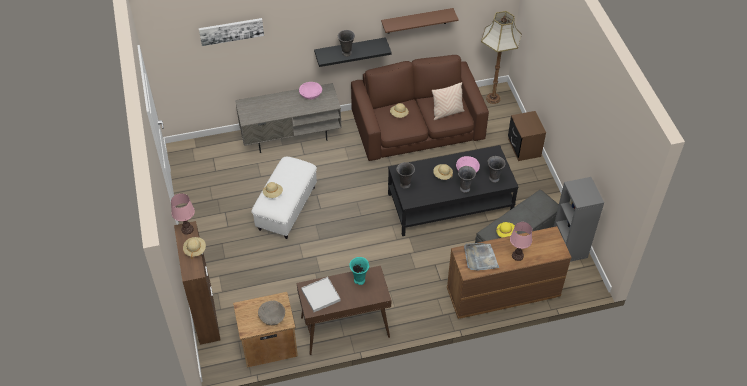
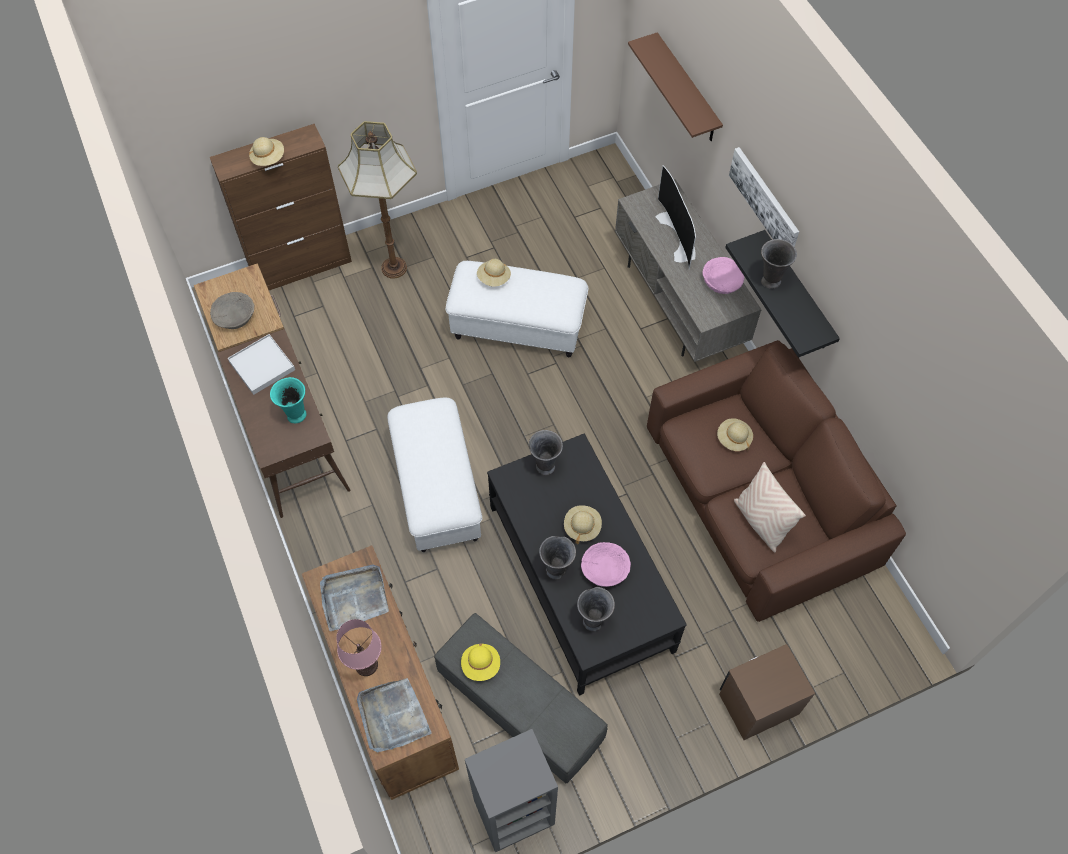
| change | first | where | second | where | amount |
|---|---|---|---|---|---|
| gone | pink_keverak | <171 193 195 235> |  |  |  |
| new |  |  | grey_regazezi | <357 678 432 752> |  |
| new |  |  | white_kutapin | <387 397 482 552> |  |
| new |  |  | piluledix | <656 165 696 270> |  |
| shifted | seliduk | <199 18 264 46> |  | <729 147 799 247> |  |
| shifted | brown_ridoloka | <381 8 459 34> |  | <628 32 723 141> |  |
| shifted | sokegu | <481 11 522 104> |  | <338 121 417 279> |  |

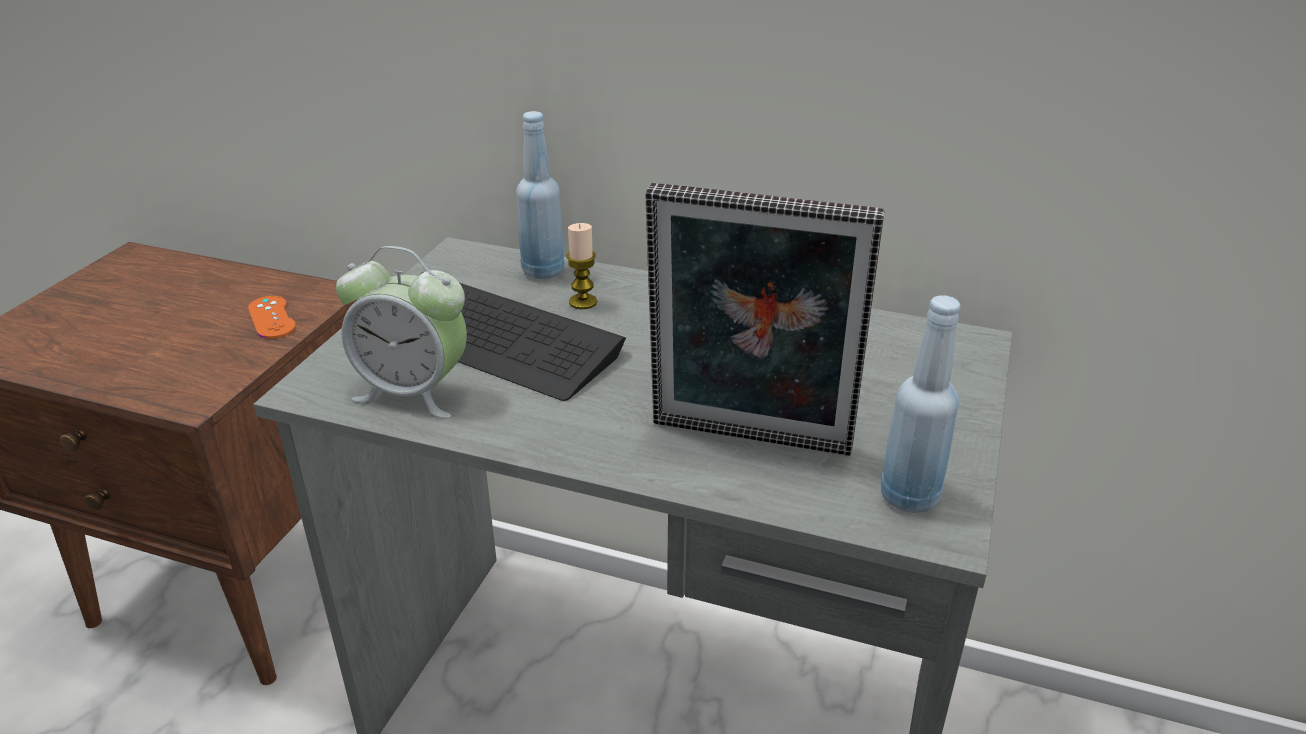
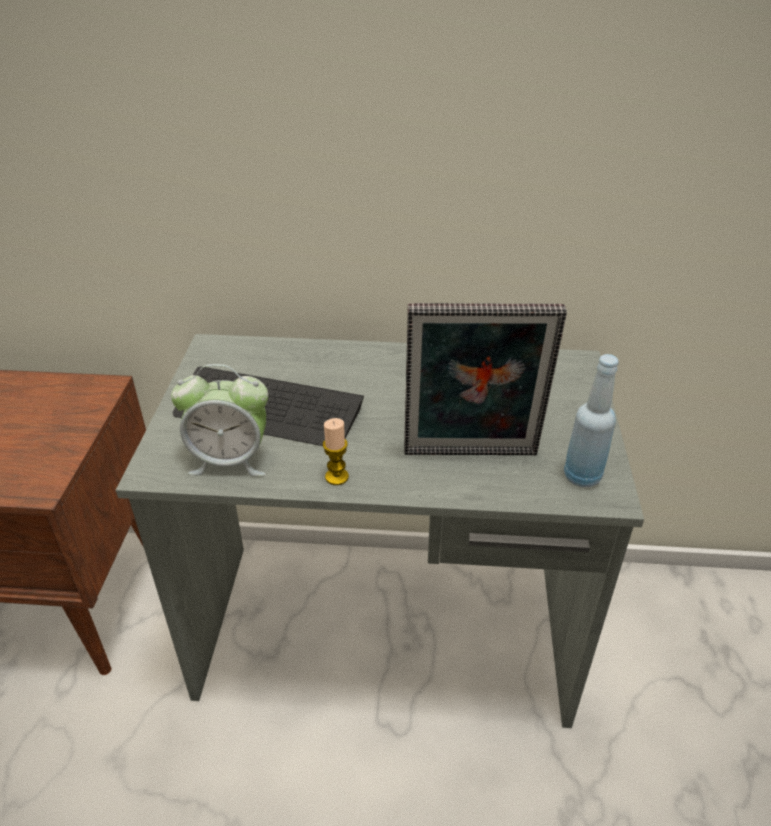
| change | first | where | second | where | amount |
|---|---|---|---|---|---|
| gone | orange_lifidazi | <248 296 296 339> |  |  |  |
| gone | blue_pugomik | <516 111 564 279> |  |  |  |
| shifted | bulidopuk | <566 223 597 309> |  | <323 418 349 485> |  |

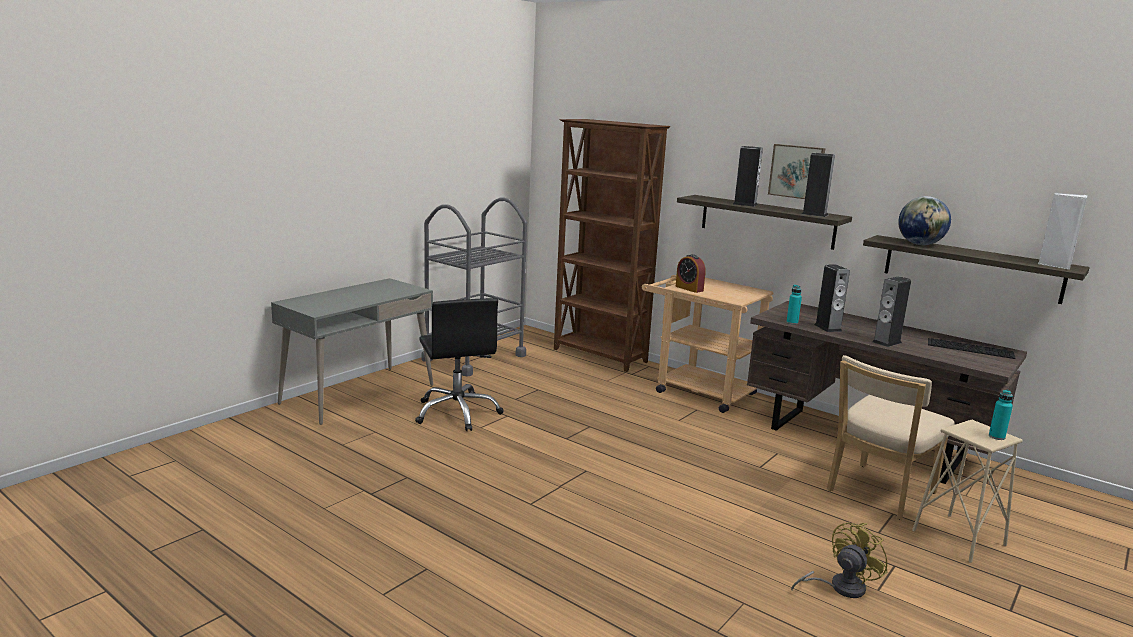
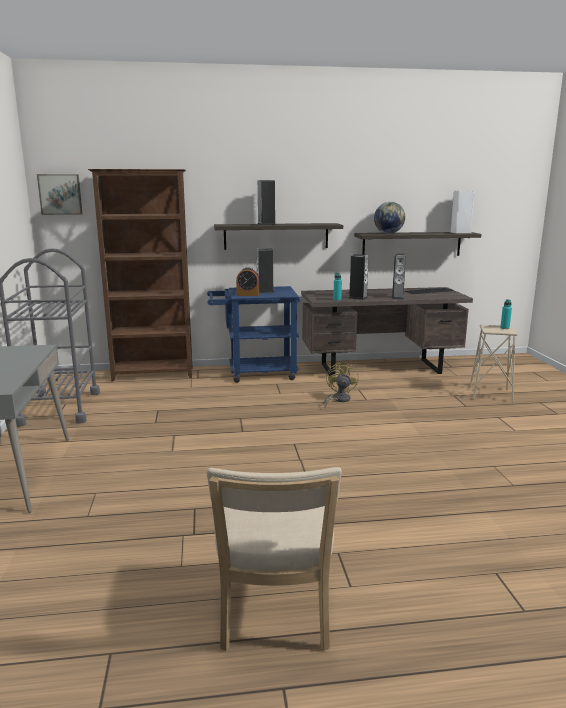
| change | first | where | second | where | amount |
|---|---|---|---|---|---|
| gone | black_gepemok | <415 298 504 431> |  |  |  |
| shifted | seliduk | <768 144 826 199> |  | <37 174 82 215> |  |
| shifted | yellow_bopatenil | <791 522 887 598> |  | <323 361 359 409> |  |
| shifted | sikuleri | <802 153 835 217> |  | <256 248 275 293> |  |
| shifted | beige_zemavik | <827 355 955 520> |  | <206 467 342 651> |  |
| repainted | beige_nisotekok | <642 275 774 413> | blue_nisotekok | <207 286 300 383> |  |

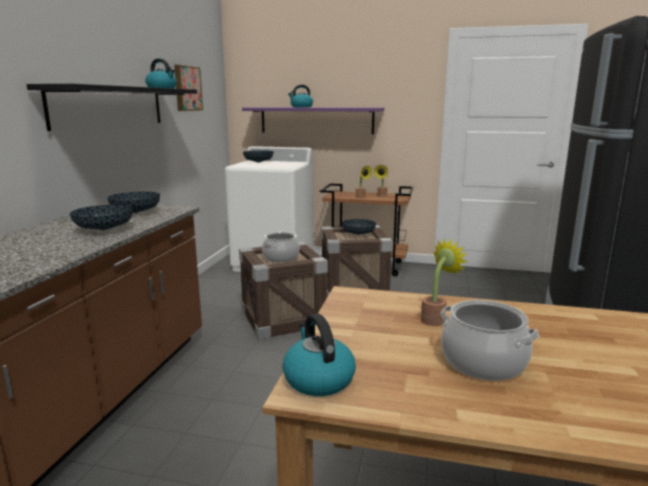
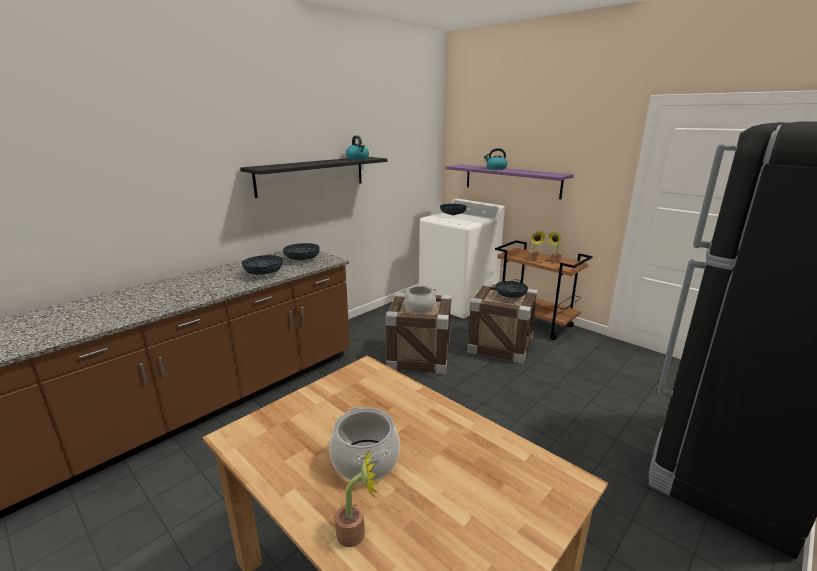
| change | first | where | second | where | amount |
|---|---|---|---|---|---|
| gone | seliduk | <174 65 203 111> |  |  |  |
| gone | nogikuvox | <282 314 356 396> |  |  |  |
| shifted | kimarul | <421 239 468 326> |  | <335 449 378 547> |  |

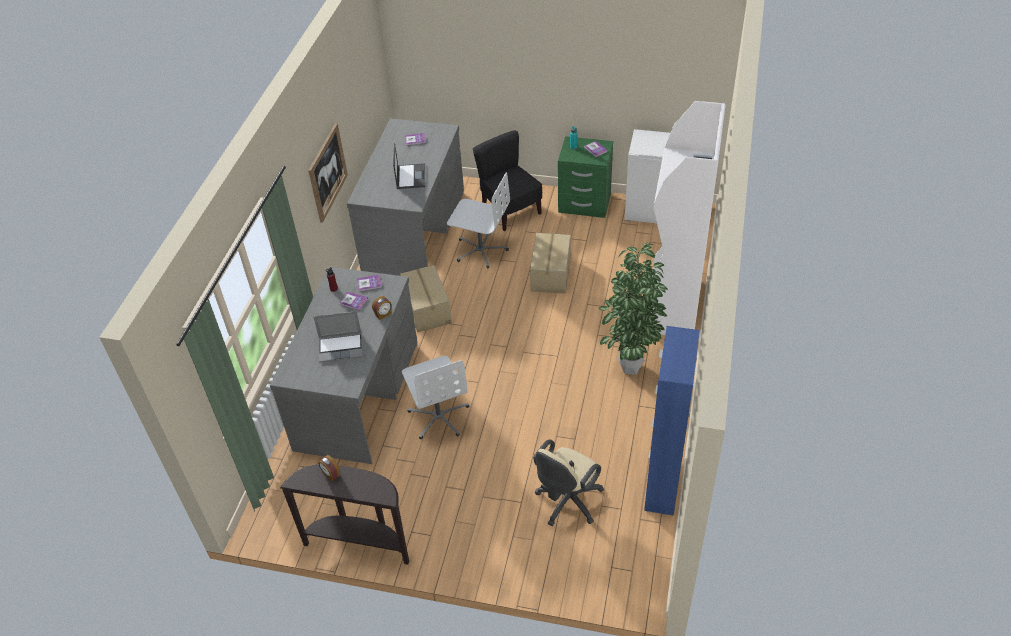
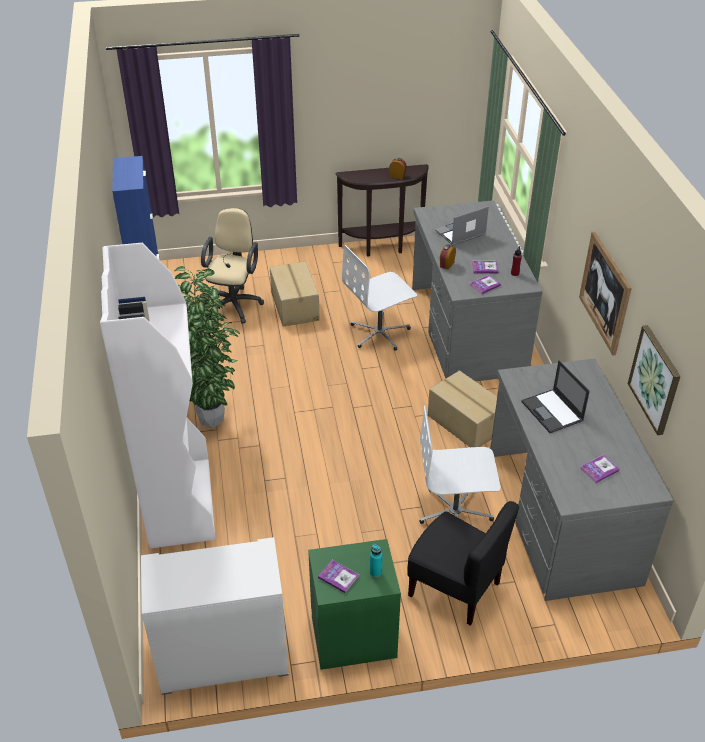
| change | first | where | second | where | amount |
|---|---|---|---|---|---|
| new |  |  | seliduk | <628 325 680 435> |  |
| shifted | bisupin | <530 233 571 294> |  | <270 262 320 326> |  |
| rotated | white_gepemok | <402 356 469 439> |  | <342 245 417 351> | 75 degrees counterclockwise |

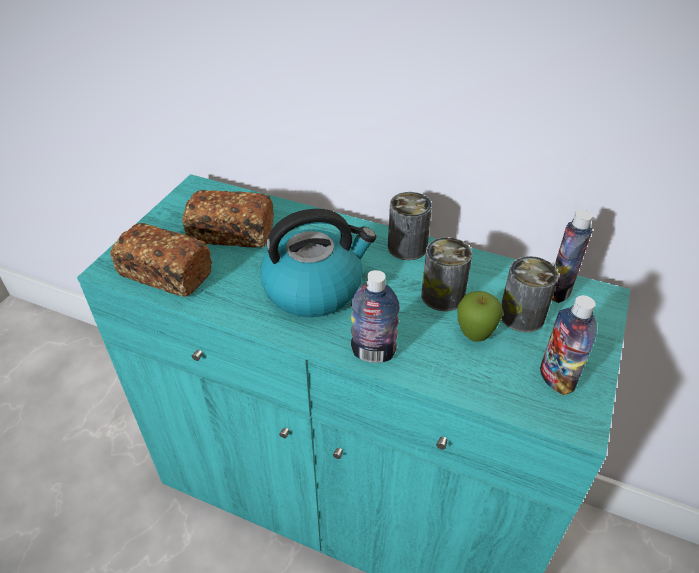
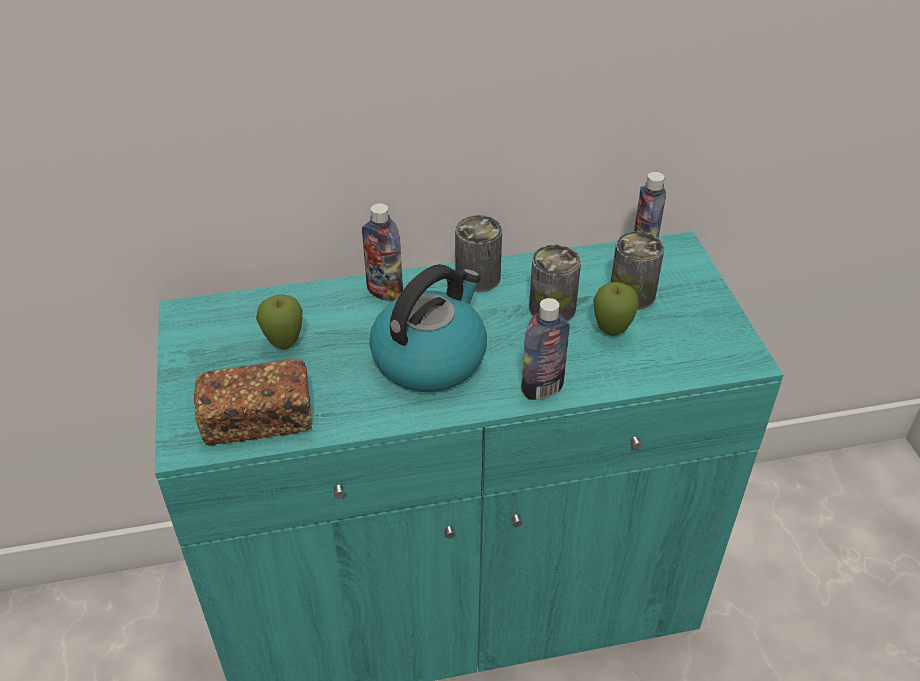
| change | first | where | second | where | amount |
|---|---|---|---|---|---|
| shifted | pugomik | <540 295 597 395> |  | <362 203 403 301> |  |
| swapped | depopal | <182 190 274 248> | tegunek | <256 295 303 349> |  |

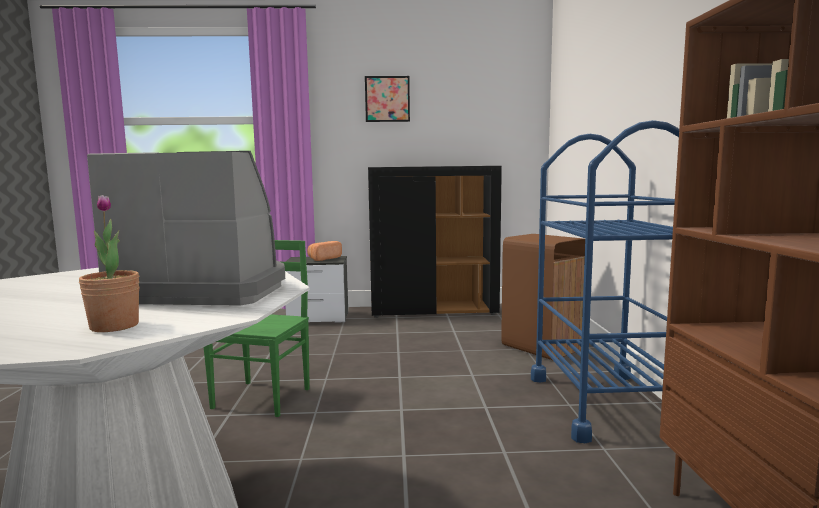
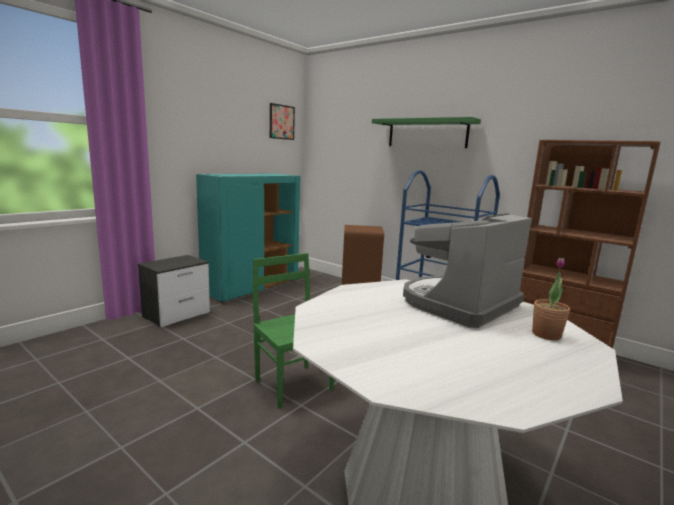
| change | first | where | second | where | amount |
|---|---|---|---|---|---|
| gone | depopal | <307 241 342 261> |  |  |  |
| new |  |  | green_ridoloka | <372 117 481 148> |  |
| shifted | seliduk | <365 76 410 122> |  | <270 103 295 140> |  |
| repainted | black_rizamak | <368 166 502 318> | turquoise_rizamak | <196 174 300 303> |  |

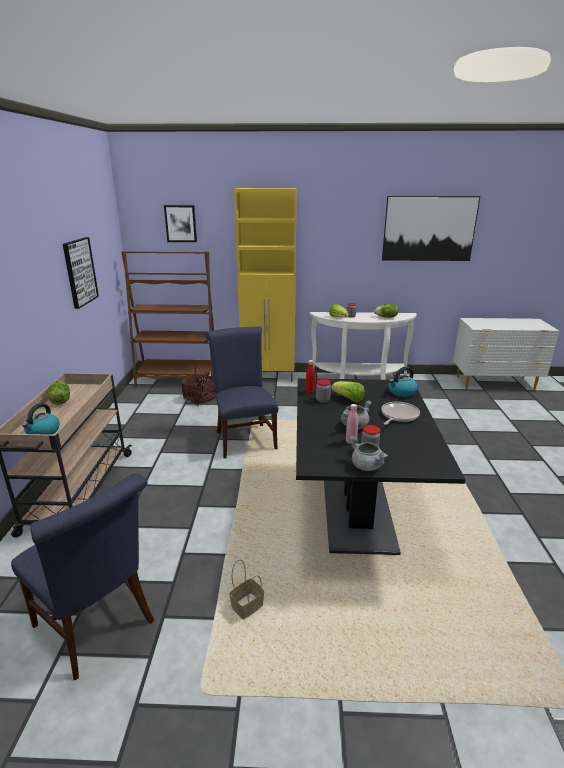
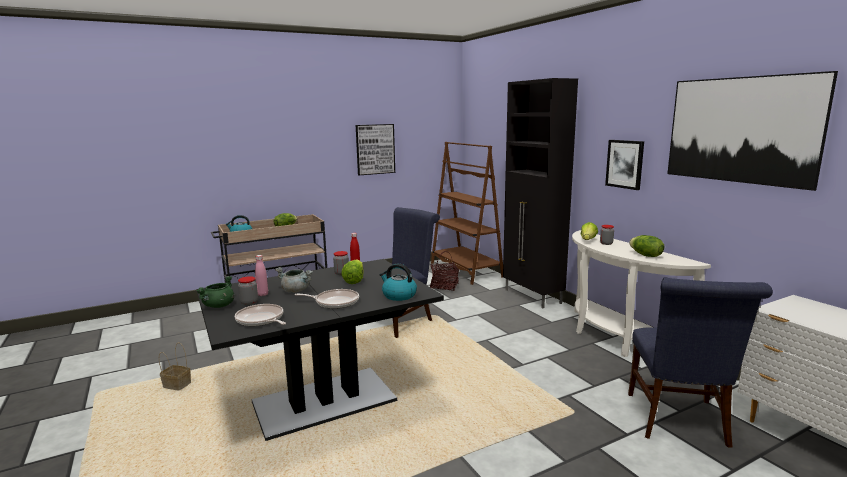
| change | first | where | second | where | amount |
|---|---|---|---|---|---|
| new |  |  | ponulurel | <235 304 286 326> |  |
| shifted | blue_zemavik | <11 473 154 680> |  | <628 278 773 448> |  |
| shifted | seliduk | <164 205 197 242> |  | <605 140 644 190> |  |
| repainted | yellow_rizamak | <234 188 297 382> | black_rizamak | <503 78 578 308> |  |
| repainted | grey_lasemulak | <349 436 388 471> | green_lasemulak | <196 276 234 308> |  |

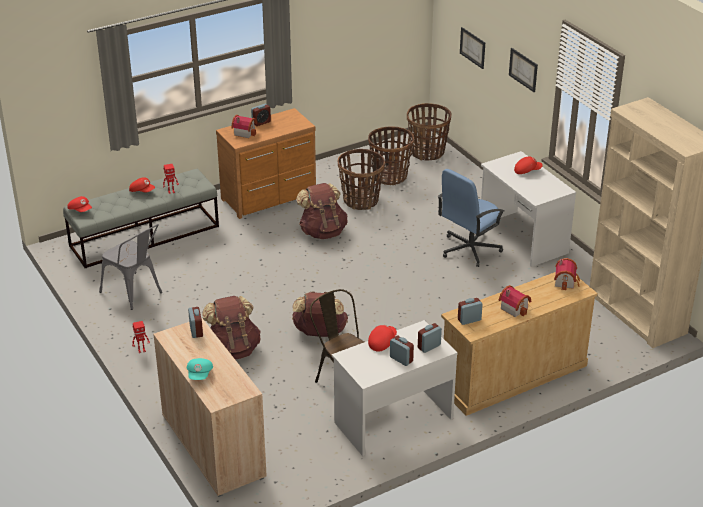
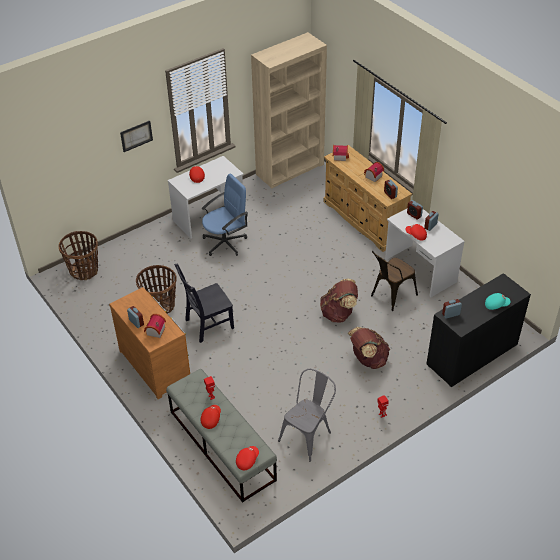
| change | first | where | second | where | amount |
|---|---|---|---|---|---|
| gone | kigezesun | <368 127 414 185> |  |  |  |
| gone | seliduk | <460 27 485 69> |  |  |  |
| swapped | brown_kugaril | <296 183 348 239> | black_zemavik | <174 263 234 343> |  |
| repainted | beige_rizamak | <153 317 267 497> | black_rizamak | <426 273 531 388> |  |
| rotated | blue_gepemok | <438 169 504 267> |  | <202 174 248 256> | 75 degrees counterclockwise |

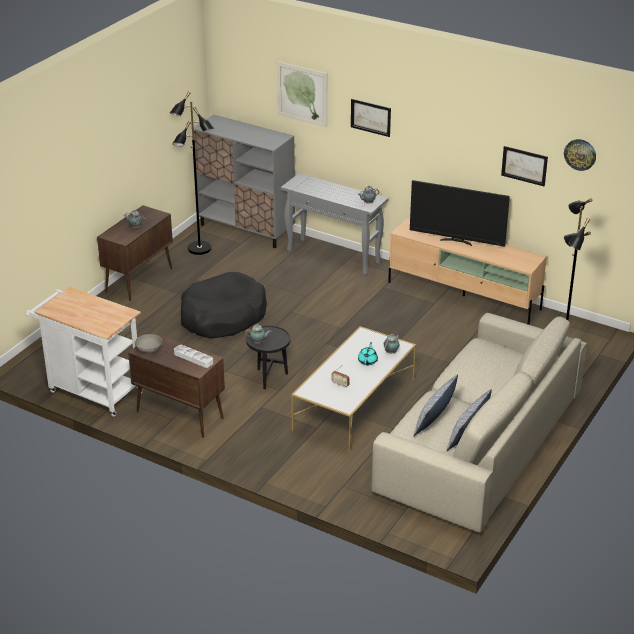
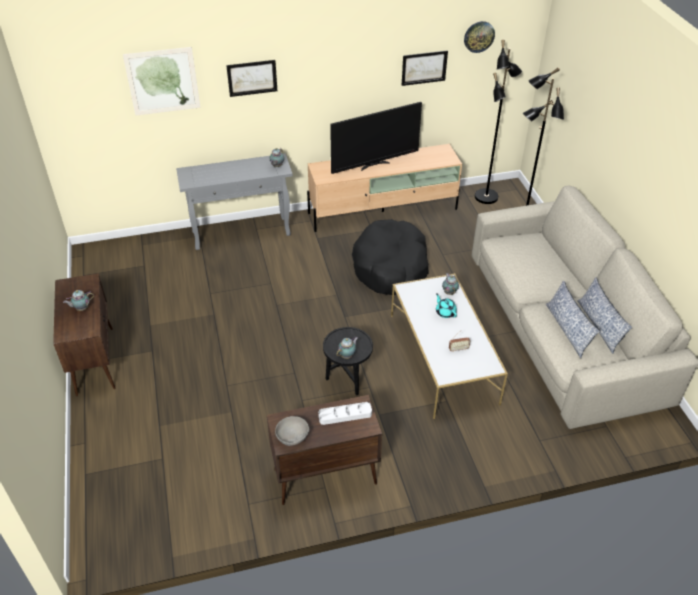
| change | first | where | second | where | amount |
|---|---|---|---|---|---|
| gone | white_nisotekok | <26 287 143 417> |  |  |  |
| gone | grey_rizamak | <194 114 295 248> |  |  |  |
| shifted | black_sokegu | <170 91 214 255> |  | <475 40 522 204> |  |
| shifted | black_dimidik | <181 272 267 338> |  | <352 219 429 295> |  |

